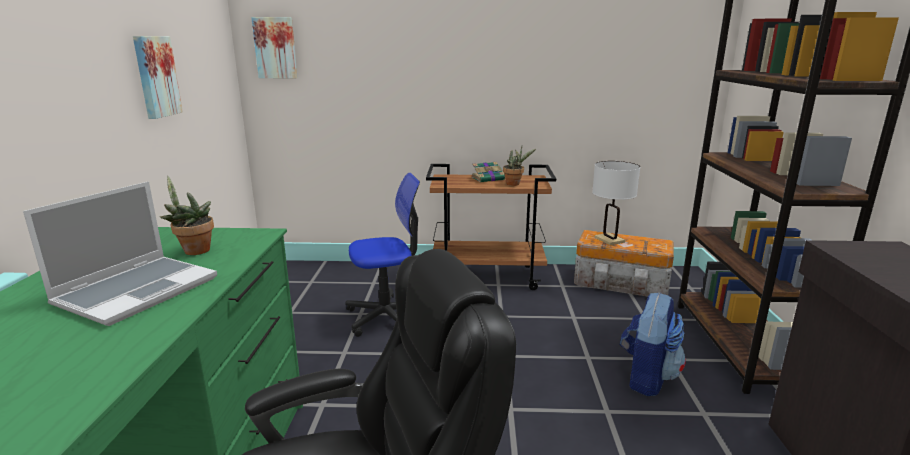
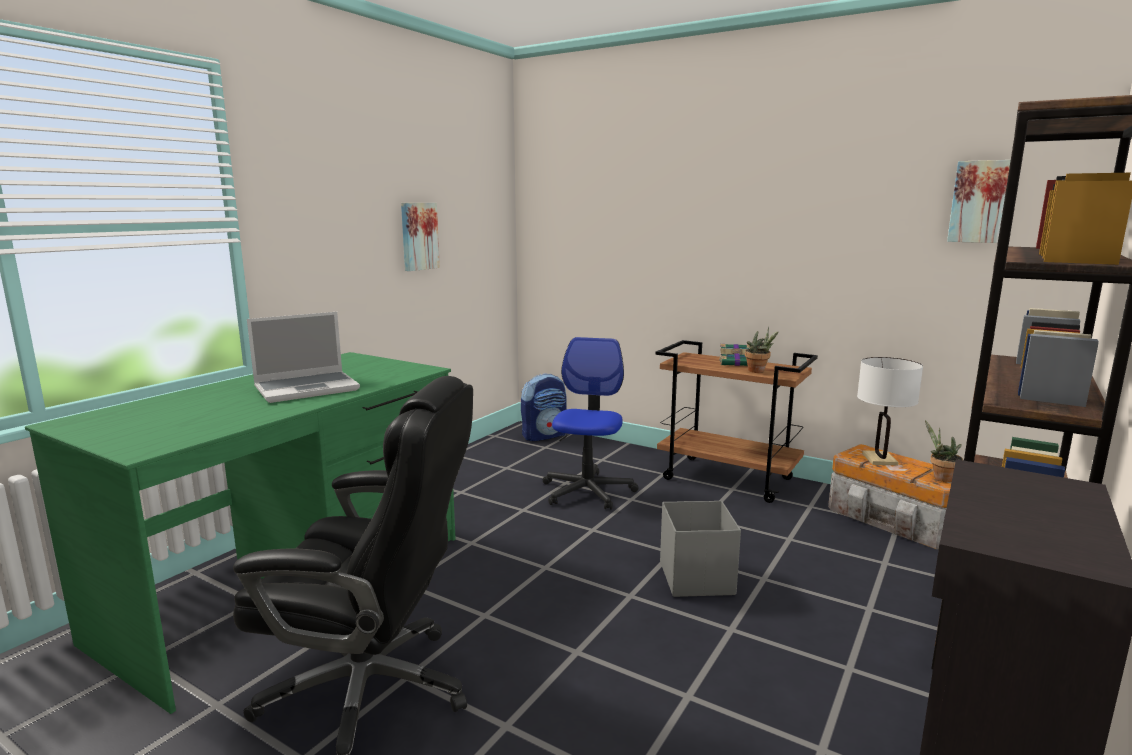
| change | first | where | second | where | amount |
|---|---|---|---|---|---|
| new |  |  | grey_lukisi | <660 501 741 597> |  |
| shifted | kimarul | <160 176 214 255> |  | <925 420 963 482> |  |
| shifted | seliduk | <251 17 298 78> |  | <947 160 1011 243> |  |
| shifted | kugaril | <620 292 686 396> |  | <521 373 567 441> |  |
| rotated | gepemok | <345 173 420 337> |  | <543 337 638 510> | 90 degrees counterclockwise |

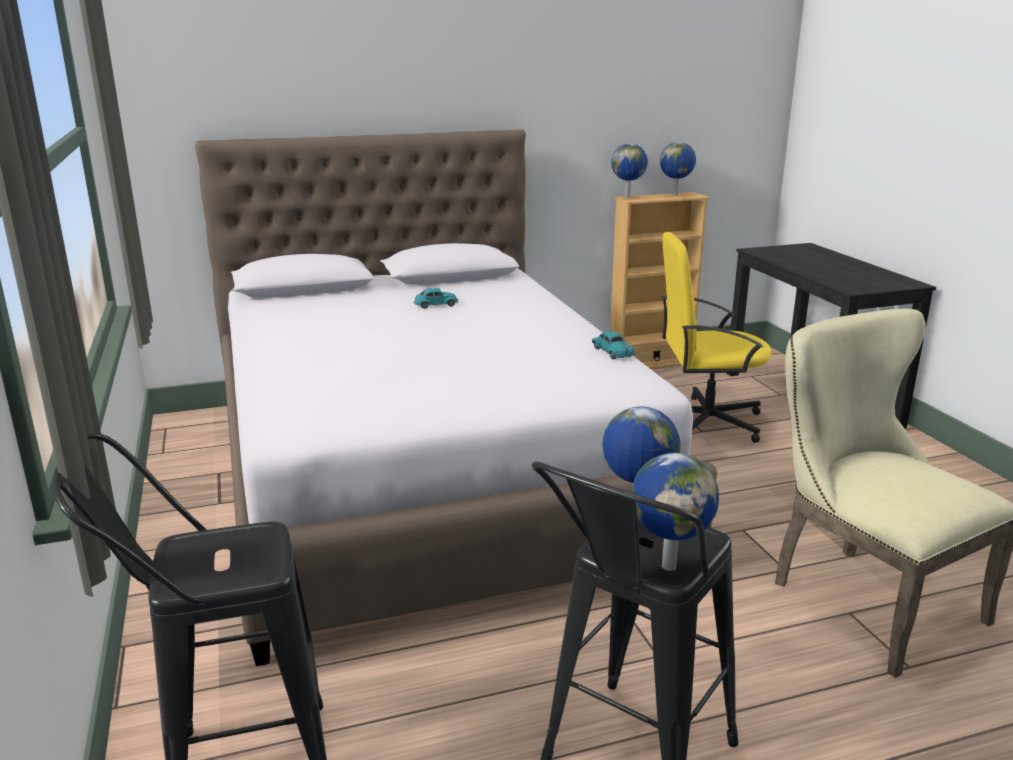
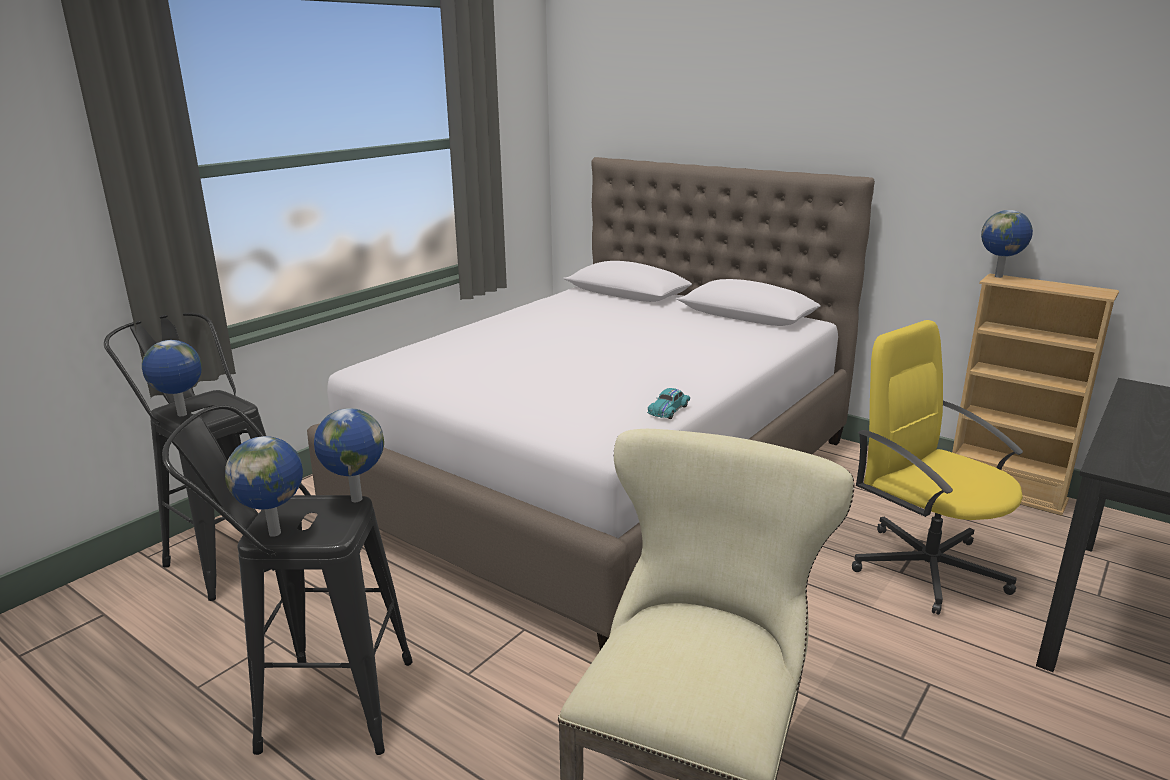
| change | first | where | second | where | amount |
|---|---|---|---|---|---|
| gone | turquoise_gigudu | <414 288 458 309> |  |  |  |
| shifted | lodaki | <660 142 696 196> |  | <142 340 202 416> |  |

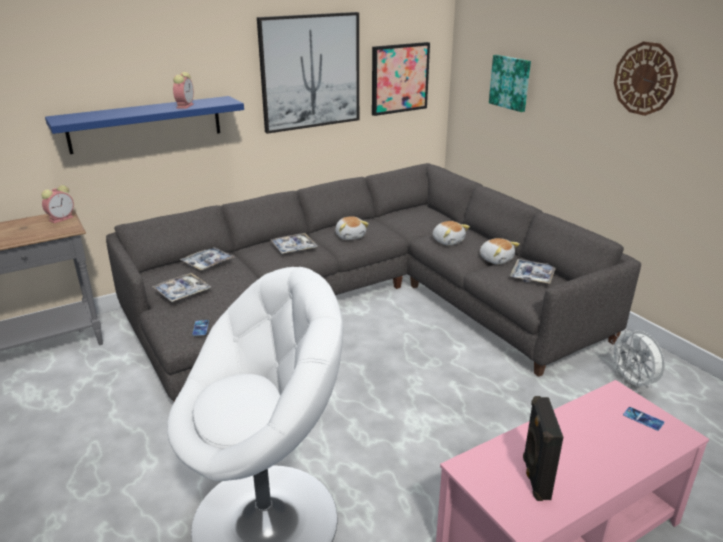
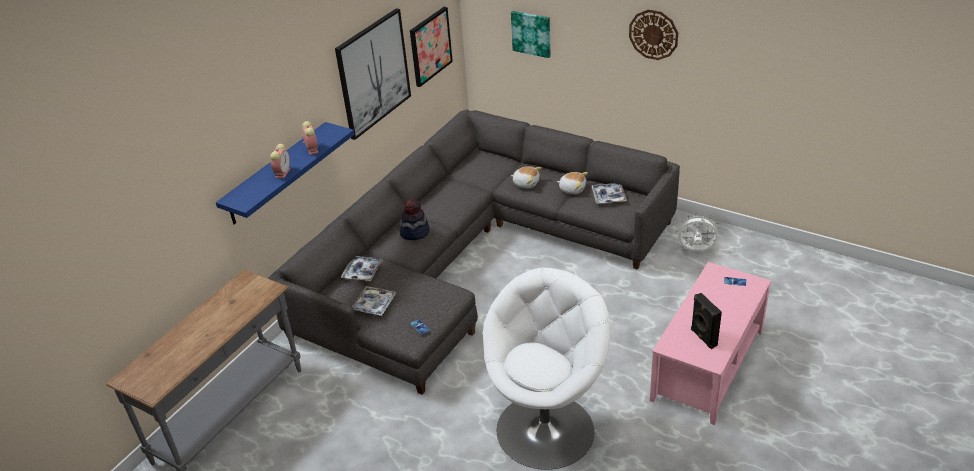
| change | first | where | second | where | amount |
|---|---|---|---|---|---|
| gone | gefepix | <335 216 369 240> |  |  |  |
| shifted | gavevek | <41 185 74 223> |  | <270 144 290 179> |  |
| swapped | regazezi | <271 233 317 254> | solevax | <400 199 430 240> |  |
| rotated | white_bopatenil | <609 329 665 390> |  | <676 216 721 252> | 150 degrees clockwise |

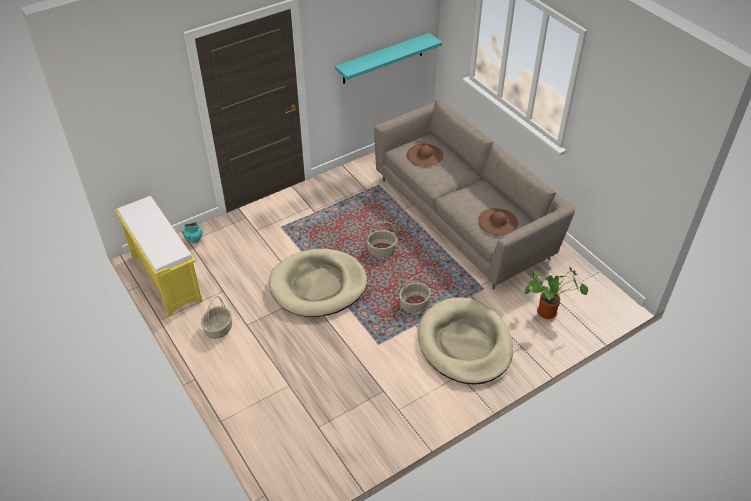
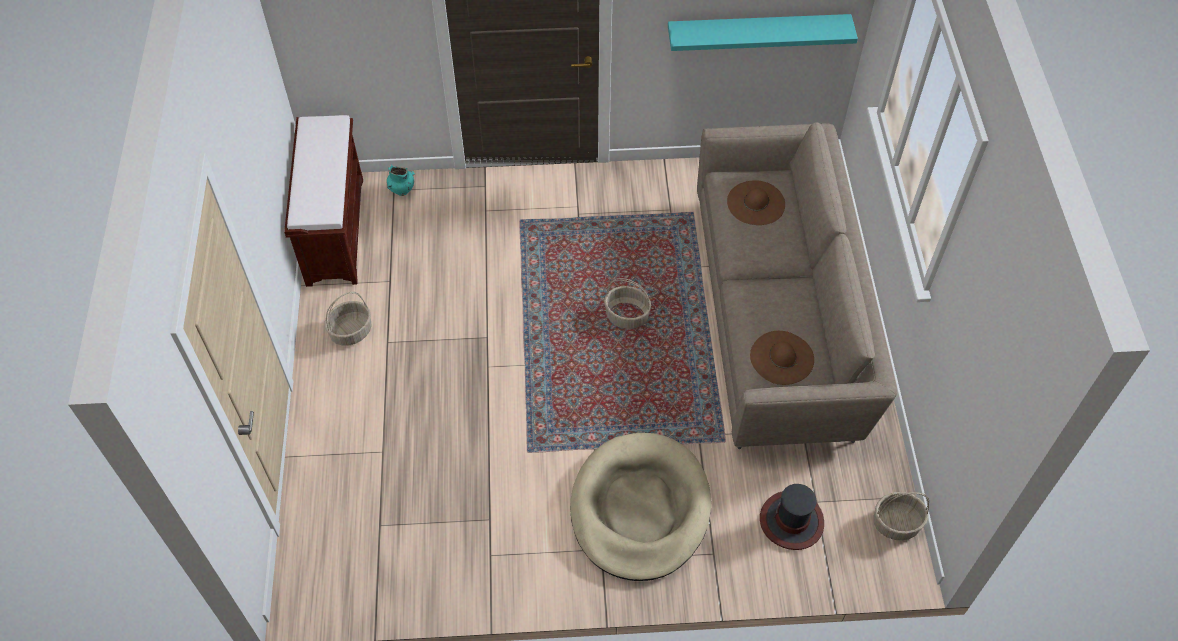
| change | first | where | second | where | amount |
|---|---|---|---|---|---|
| gone | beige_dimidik | <269 249 367 317> |  |  |  |
| shifted | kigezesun | <399 274 431 313> |  | <873 492 929 540> |  |
| swapped | kimarul | <525 267 588 319> | solevax | <760 484 824 550> |  |
| repainted | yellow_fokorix | <115 196 203 317> | brown_fokorix | <284 115 363 287> |  |

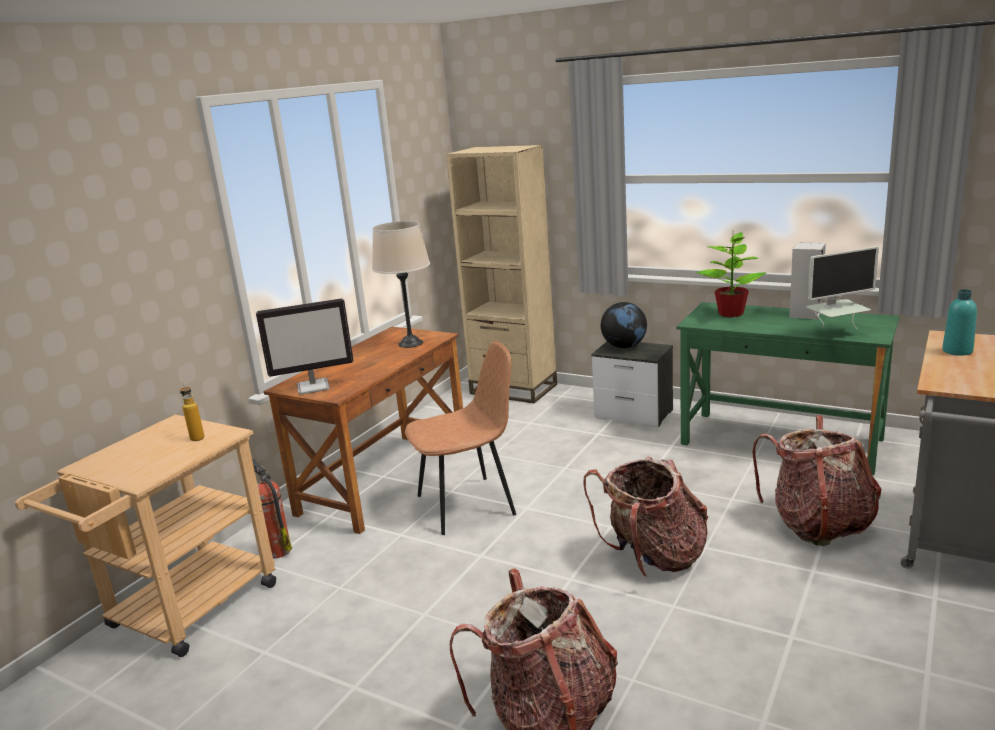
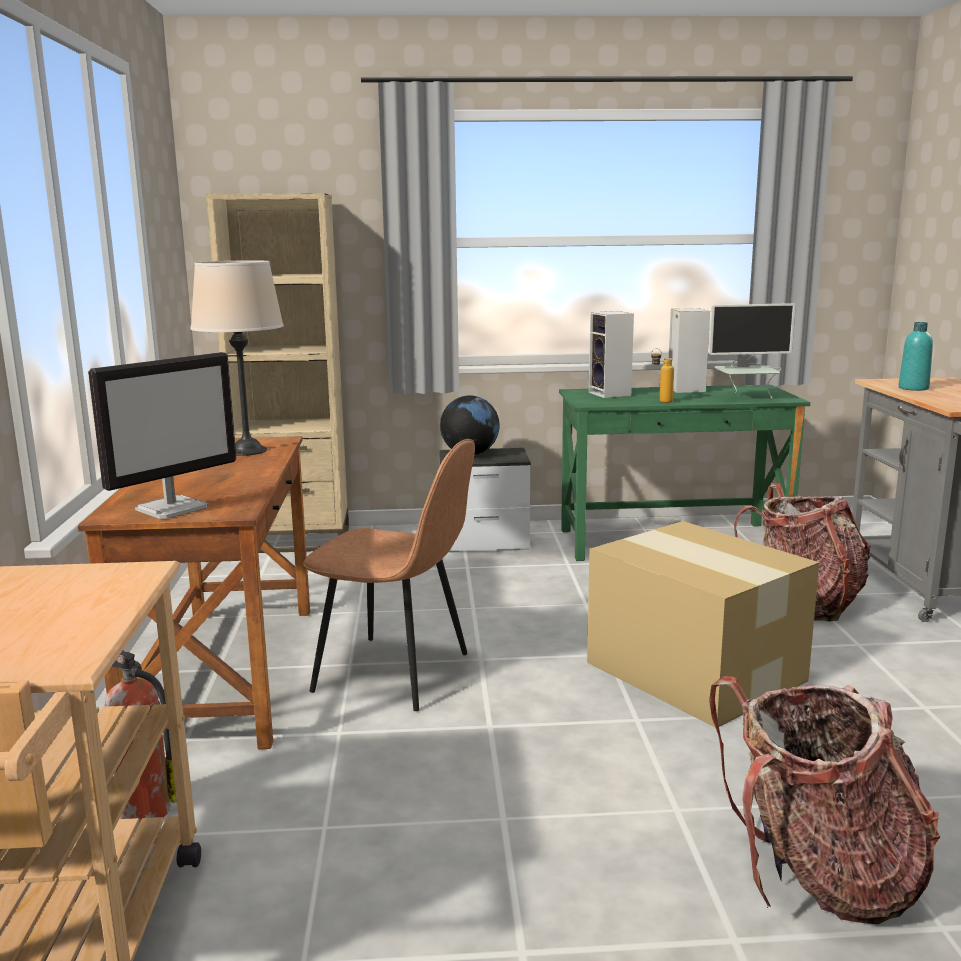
| change | first | where | second | where | amount |
|---|---|---|---|---|---|
| shifted | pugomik | <180 383 204 441> |  | <651 348 674 403> |  |
| swapped | kugaril | <584 456 708 578> | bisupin | <587 521 819 727> |  |
| swapped | kimarul | <696 232 766 317> | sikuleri | <589 311 634 398> |  |
| rotated | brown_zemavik | <405 341 516 535> |  | <303 439 475 711> | 75 degrees clockwise |
| rotated | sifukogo | <806 246 879 329> |  | <709 303 796 398> | 45 degrees clockwise |

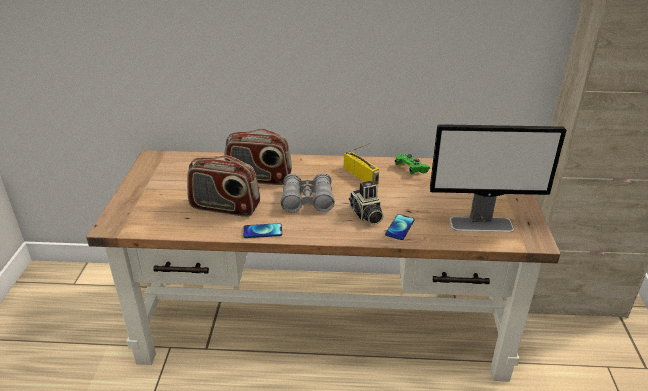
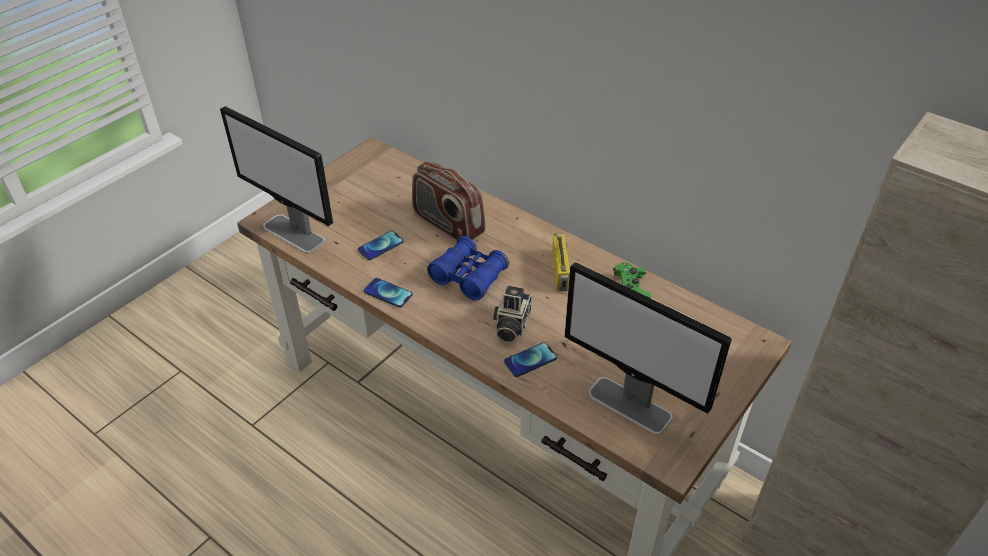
| change | first | where | second | where | amount |
|---|---|---|---|---|---|
| new |  |  | sifukogo | <220 106 333 253> |  |
| swapped | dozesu | <187 155 260 217> | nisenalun | <358 231 404 260> |  |
| repainted | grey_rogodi | <281 173 335 212> | blue_rogodi | <427 236 509 301> |  |

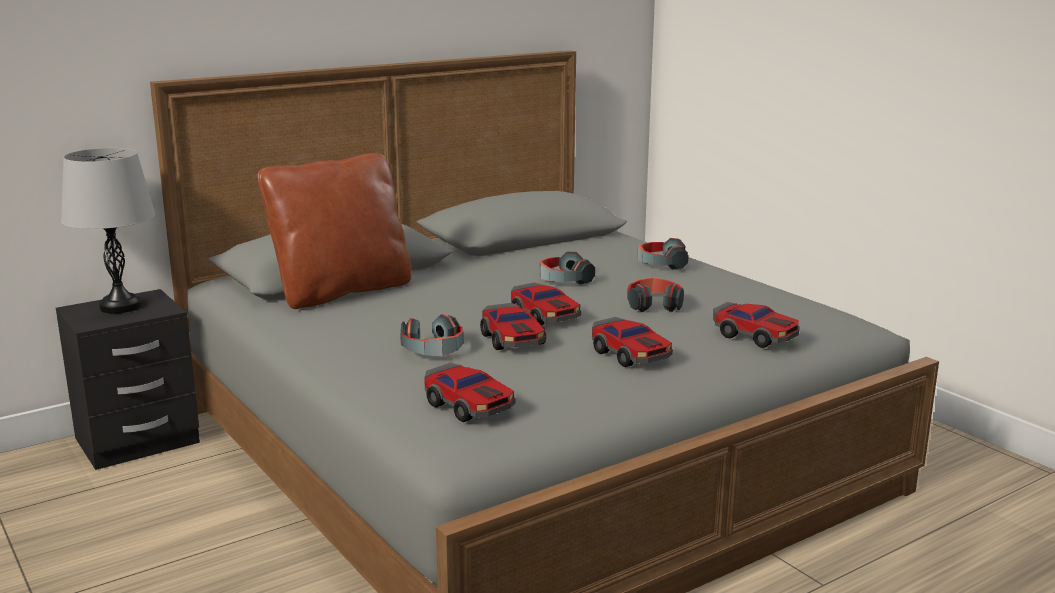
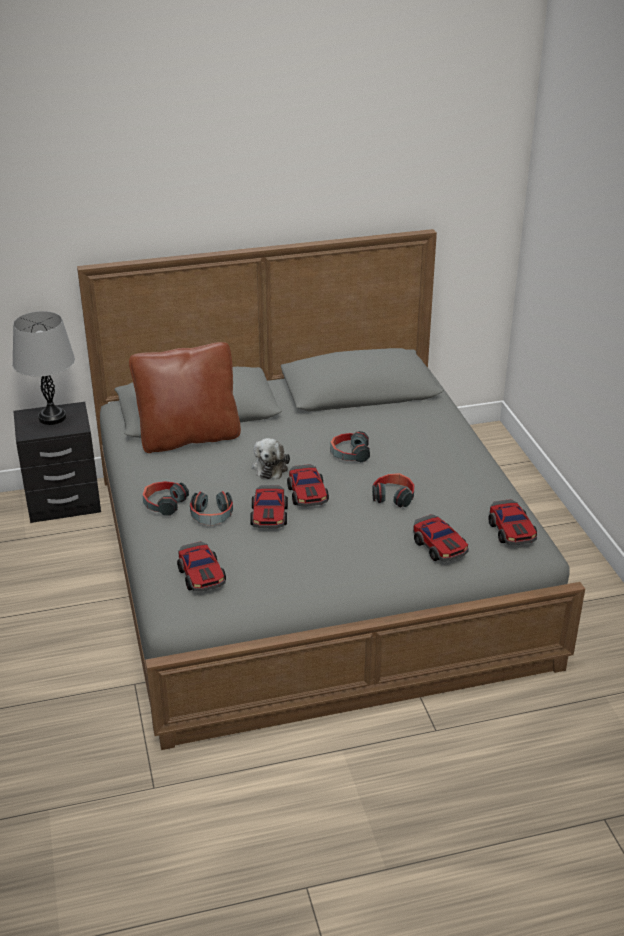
| change | first | where | second | where | amount |
|---|---|---|---|---|---|
| new |  |  | gefepix | <252 438 290 479> |  |
| shifted | gigudu | <592 317 673 367> |  | <488 499 537 545> |  |
| shifted | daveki | <637 238 689 270> |  | <142 481 189 516> |  |

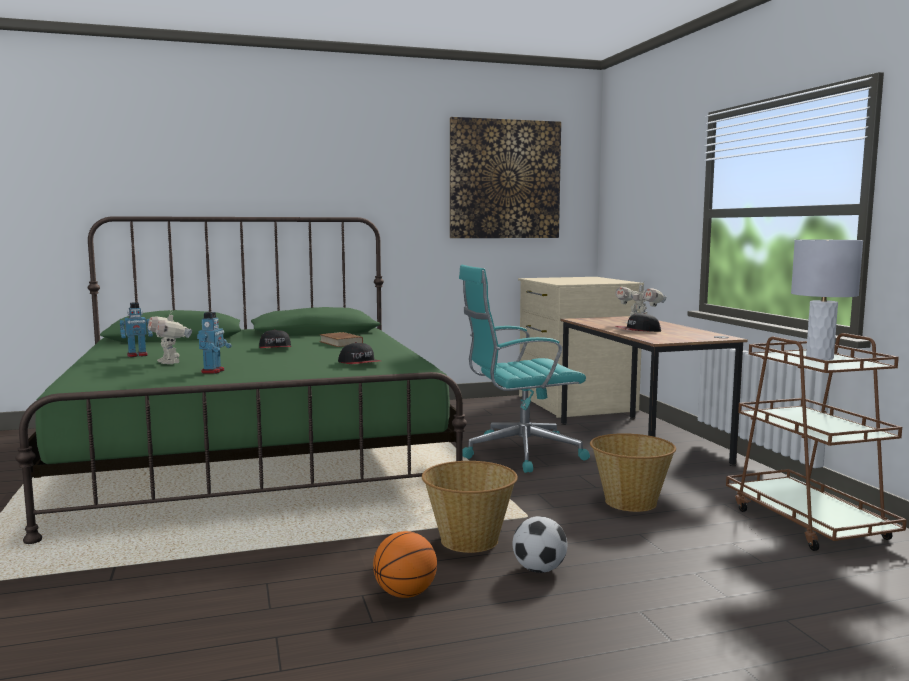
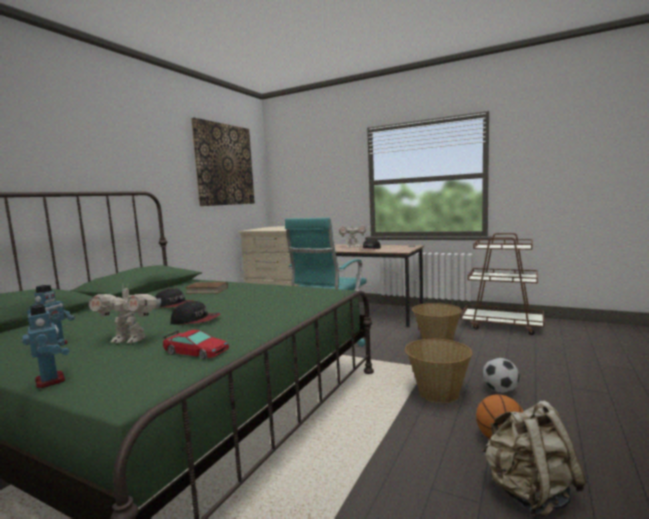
| change | first | where | second | where | amount |
|---|---|---|---|---|---|
| gone | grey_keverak | <791 240 863 360> |  |  |  |
| new |  |  | gigudu | <163 330 229 359> |  |
| new |  |  | beige_kugaril | <482 401 587 517> |  |
| shifted | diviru | <197 312 232 374> |  | <22 304 69 388> |  |
| shifted | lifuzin | <338 342 381 364> |  | <171 301 221 325> |  |

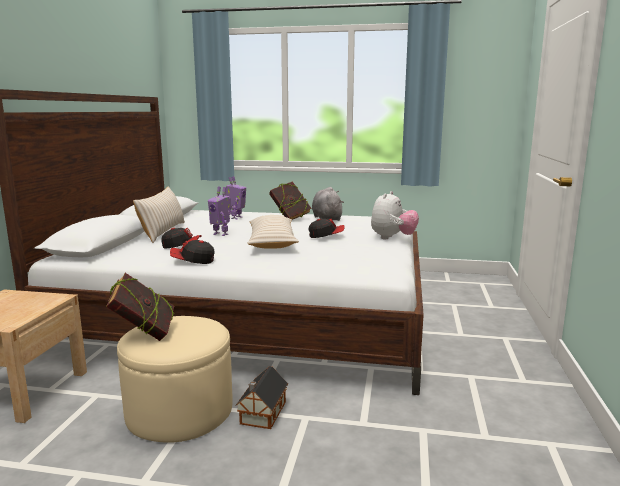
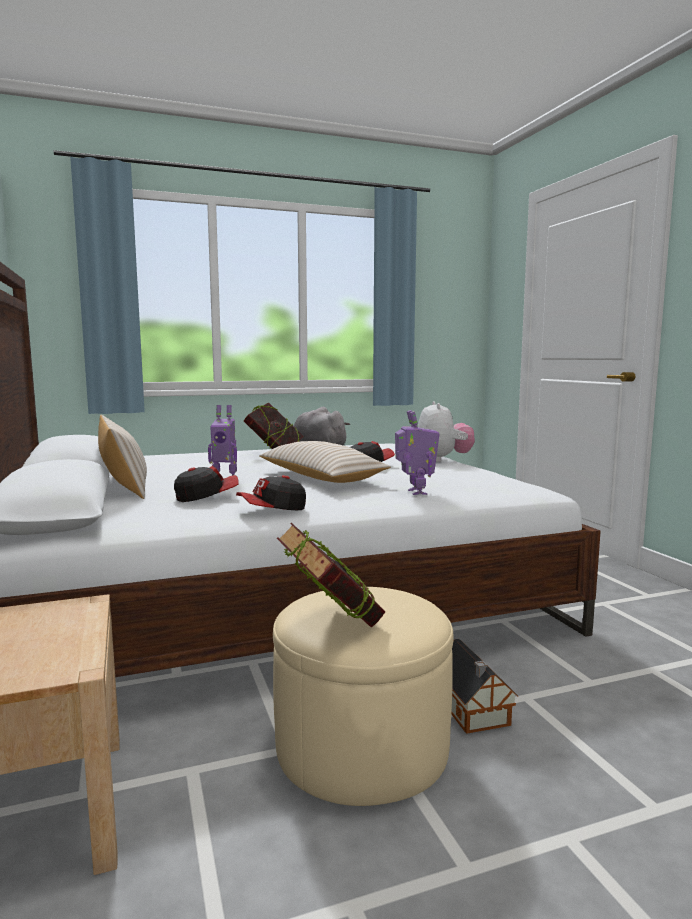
| change | first | where | second | where | amount |
|---|---|---|---|---|---|
| shifted | diviru | <224 176 246 219> |  | <395 410 440 495> |  |

